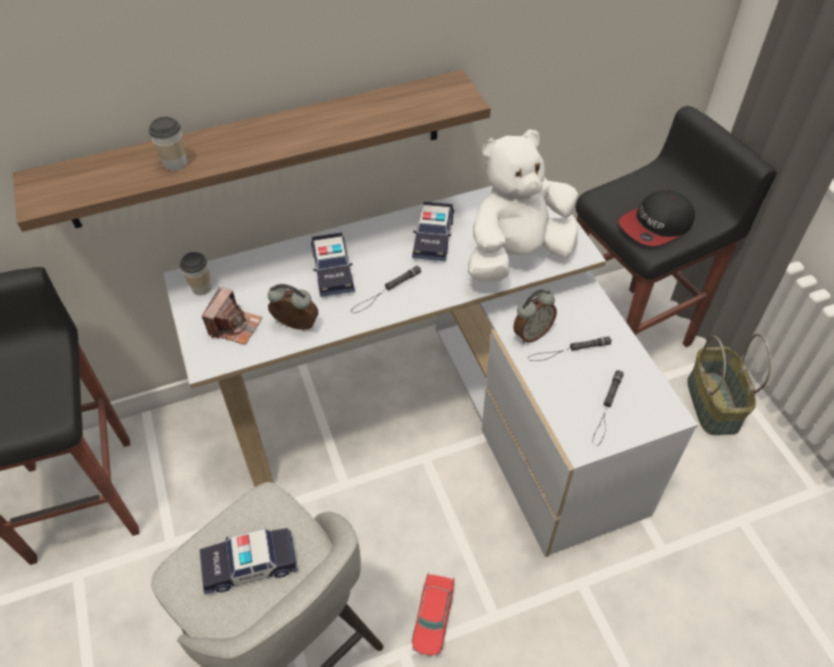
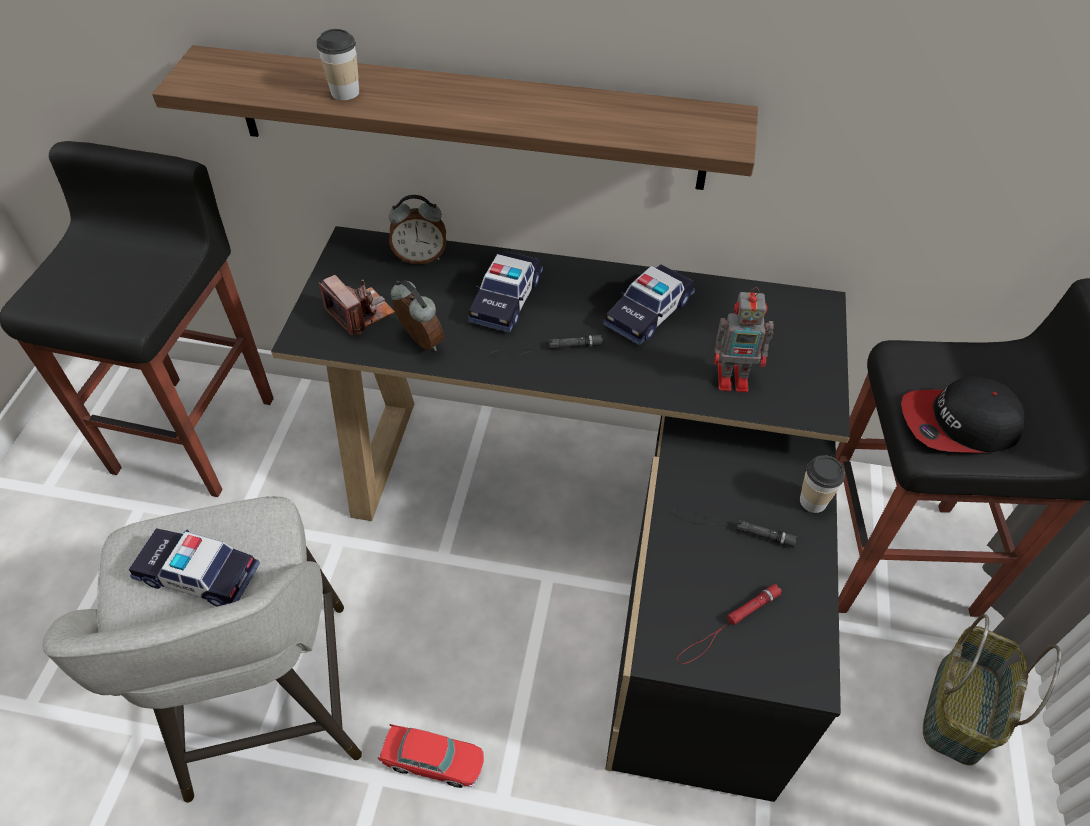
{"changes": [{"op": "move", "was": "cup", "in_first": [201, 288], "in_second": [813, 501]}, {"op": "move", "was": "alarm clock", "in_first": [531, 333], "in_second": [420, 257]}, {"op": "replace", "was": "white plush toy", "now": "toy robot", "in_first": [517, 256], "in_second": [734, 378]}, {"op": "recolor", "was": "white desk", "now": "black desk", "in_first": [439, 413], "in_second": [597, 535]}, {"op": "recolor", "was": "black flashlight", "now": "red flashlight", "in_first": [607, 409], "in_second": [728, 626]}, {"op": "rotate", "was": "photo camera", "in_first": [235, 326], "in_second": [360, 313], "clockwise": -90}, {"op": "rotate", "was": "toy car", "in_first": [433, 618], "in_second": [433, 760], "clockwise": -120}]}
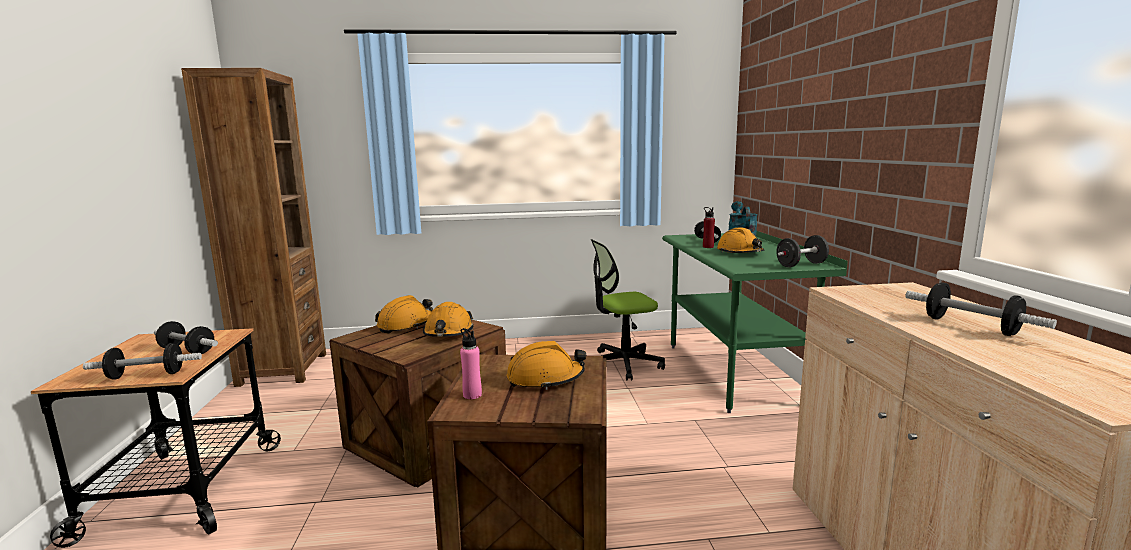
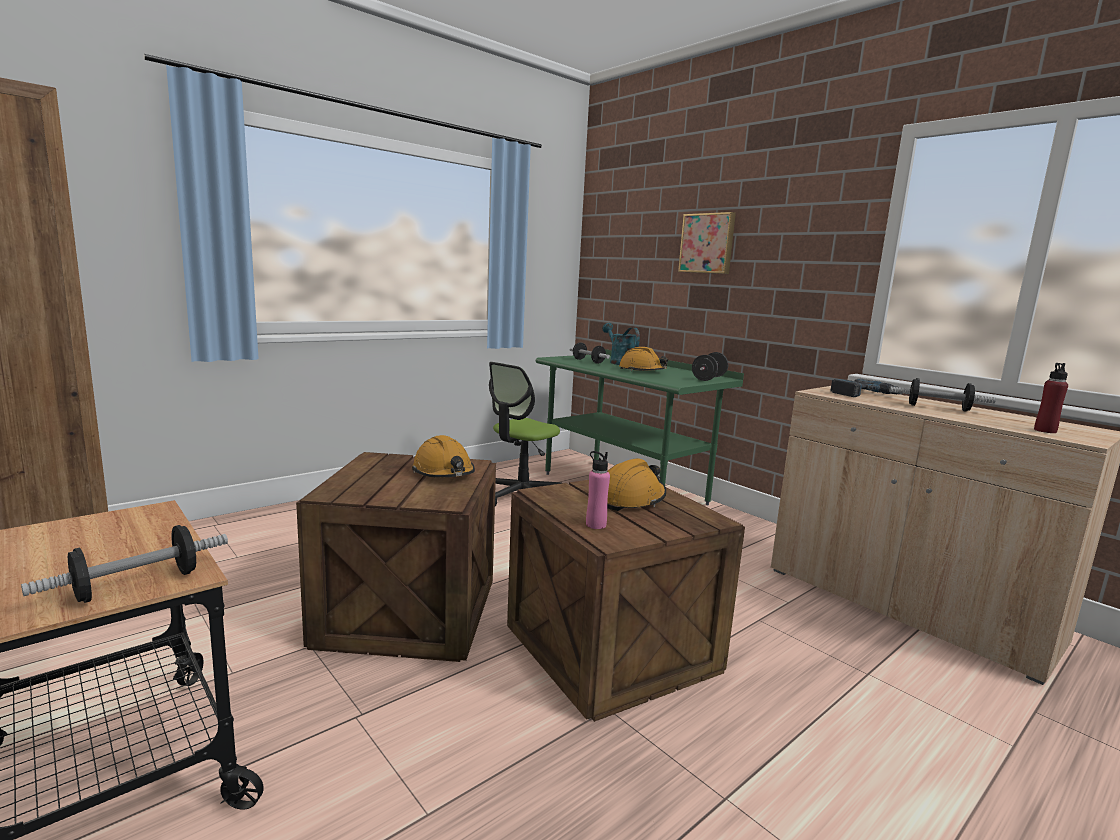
{"changes": [{"op": "delete", "was": "dumbbell", "in_first": [187, 350]}, {"op": "delete", "was": "orange hard hat", "in_first": [406, 325]}, {"op": "insert", "now": "picture", "in_second": [707, 243]}, {"op": "insert", "now": "power drill", "in_second": [864, 394]}, {"op": "move", "was": "red bottle", "in_first": [708, 247], "in_second": [1045, 431]}]}
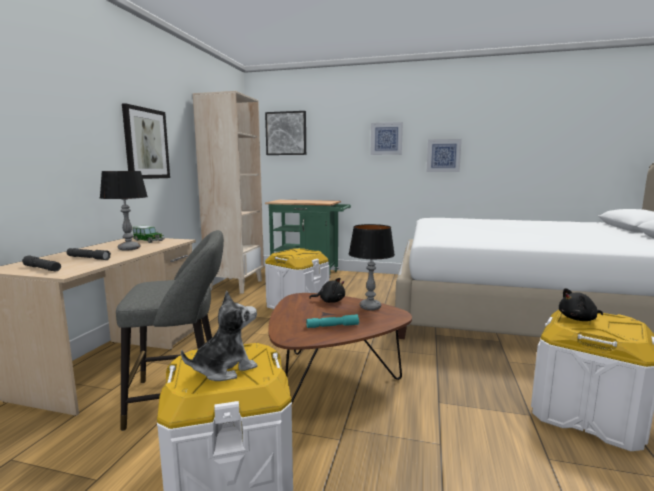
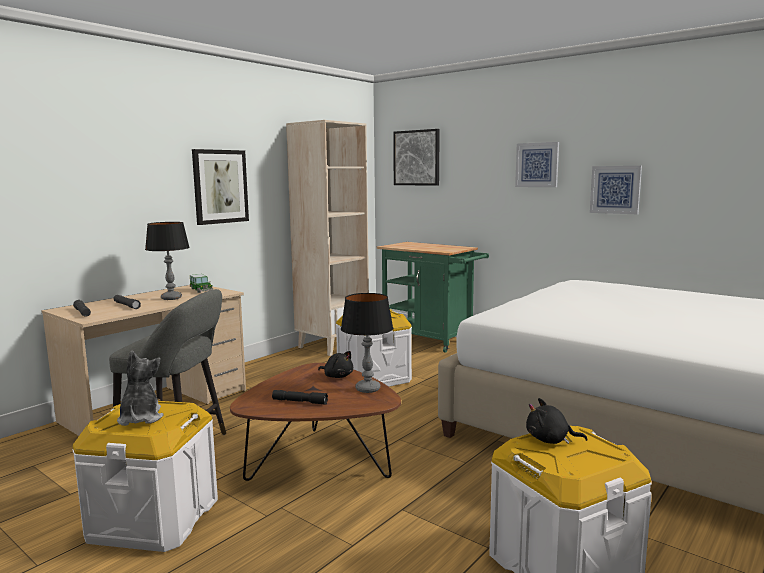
{"changes": [{"op": "recolor", "was": "turquoise flashlight", "now": "black flashlight", "in_first": [332, 326], "in_second": [300, 402]}, {"op": "rotate", "was": "plush toy", "in_first": [224, 368], "in_second": [140, 418], "clockwise": -90}]}
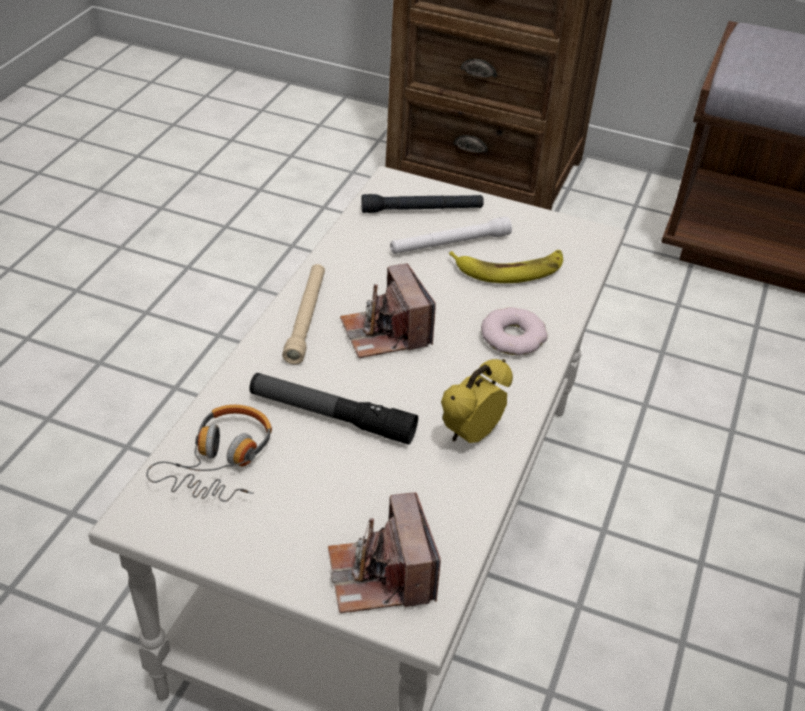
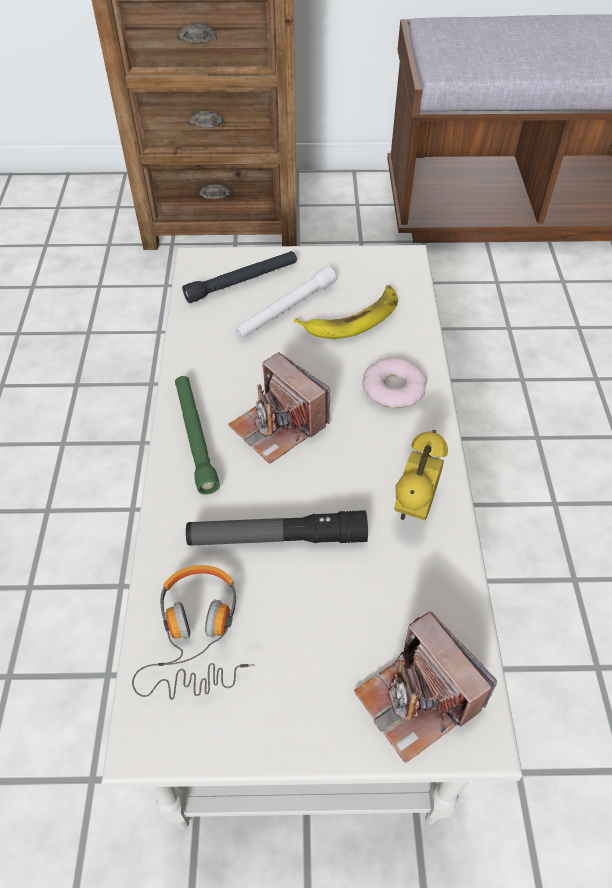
{"changes": [{"op": "recolor", "was": "beige flashlight", "now": "green flashlight", "in_first": [306, 318], "in_second": [195, 437]}]}
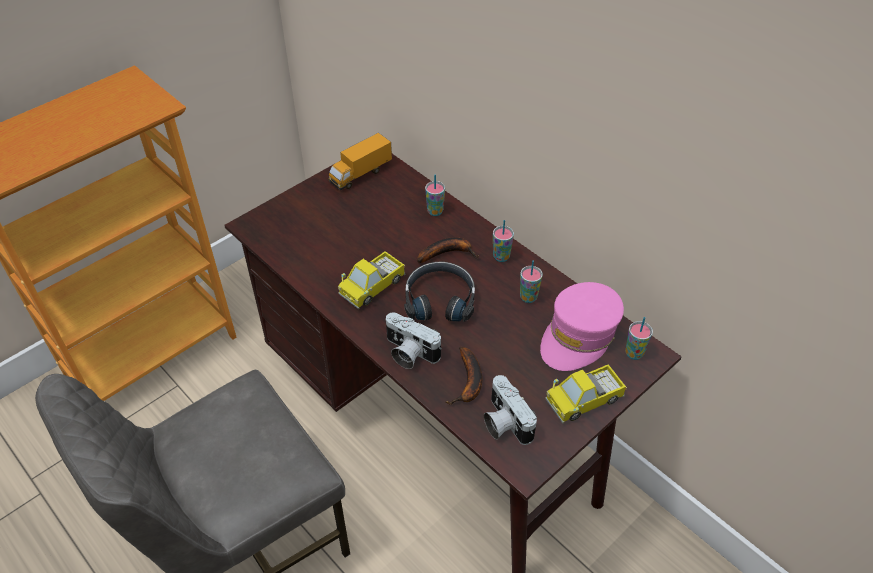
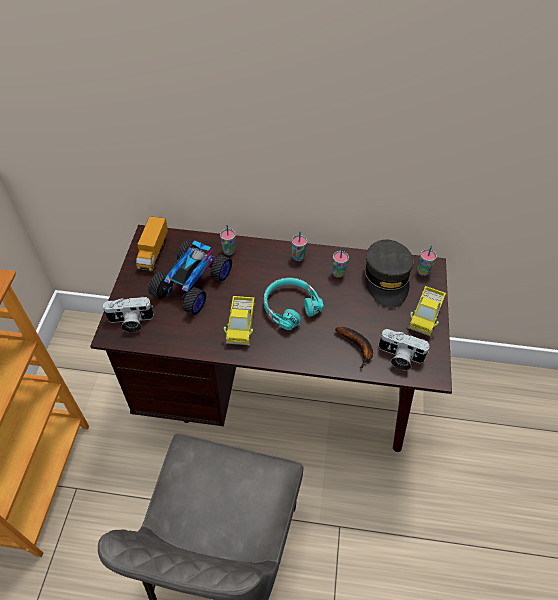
{"changes": [{"op": "delete", "was": "banana", "in_first": [448, 253]}, {"op": "insert", "now": "toy car", "in_second": [191, 284]}, {"op": "move", "was": "photo camera", "in_first": [408, 353], "in_second": [130, 322]}, {"op": "recolor", "was": "black headphones", "now": "turquoise headphones", "in_first": [440, 299], "in_second": [290, 306]}, {"op": "recolor", "was": "pink cap", "now": "grey cap", "in_first": [579, 336], "in_second": [387, 279]}]}
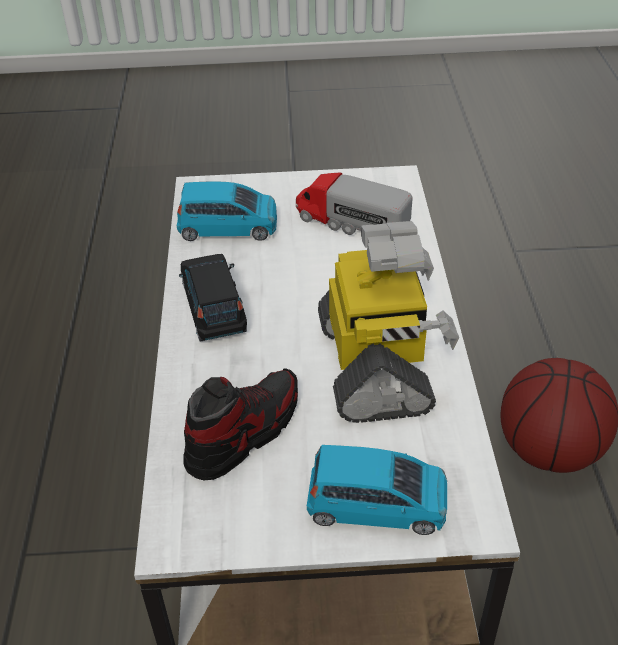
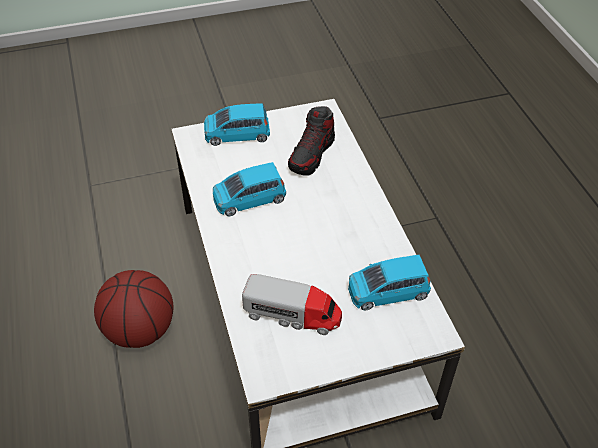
{"changes": [{"op": "delete", "was": "black toy car", "in_first": [214, 308]}, {"op": "replace", "was": "toy robot", "now": "blue toy car", "in_first": [376, 367], "in_second": [249, 199]}]}
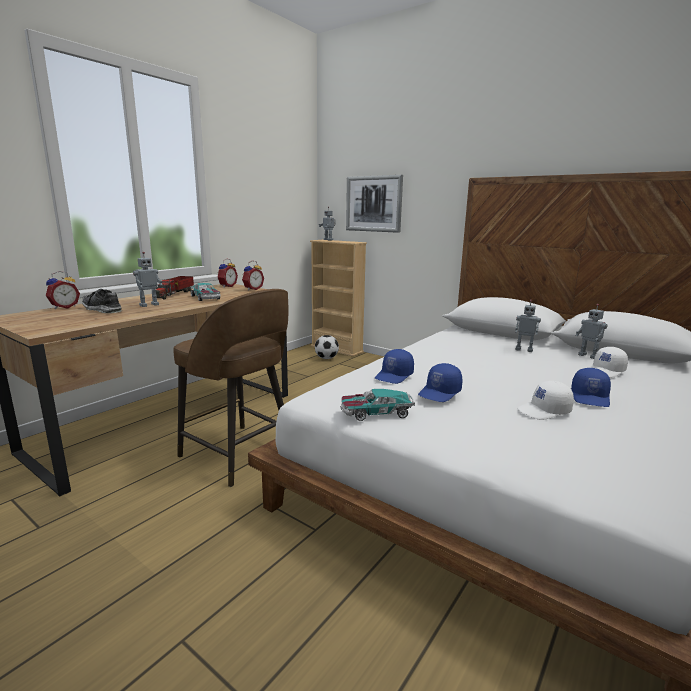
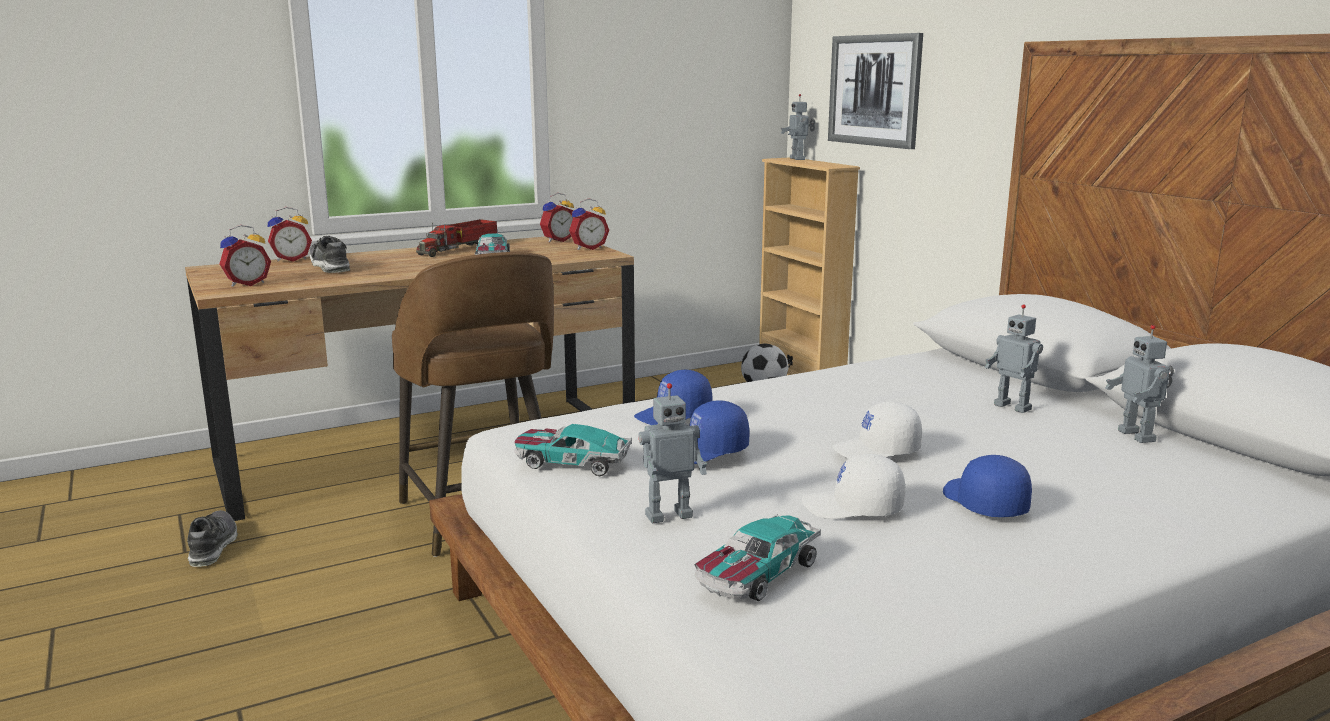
{"changes": [{"op": "insert", "now": "shoe", "in_second": [213, 547]}, {"op": "insert", "now": "alarm clock", "in_second": [247, 284]}, {"op": "insert", "now": "toy car", "in_second": [756, 574]}, {"op": "move", "was": "toy robot", "in_first": [149, 305], "in_second": [668, 515]}, {"op": "move", "was": "white cap", "in_first": [606, 371], "in_second": [877, 451]}, {"op": "rotate", "was": "blue cap", "in_first": [591, 398], "in_second": [983, 503], "clockwise": 120}]}
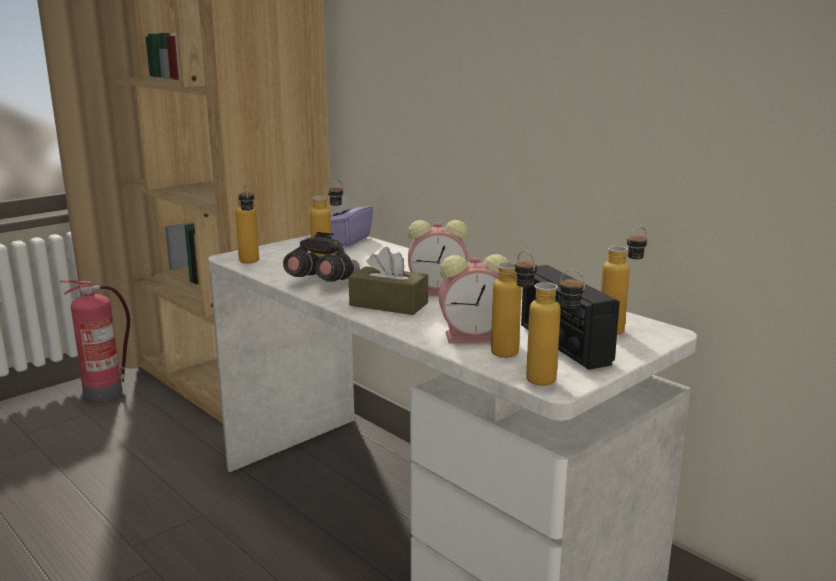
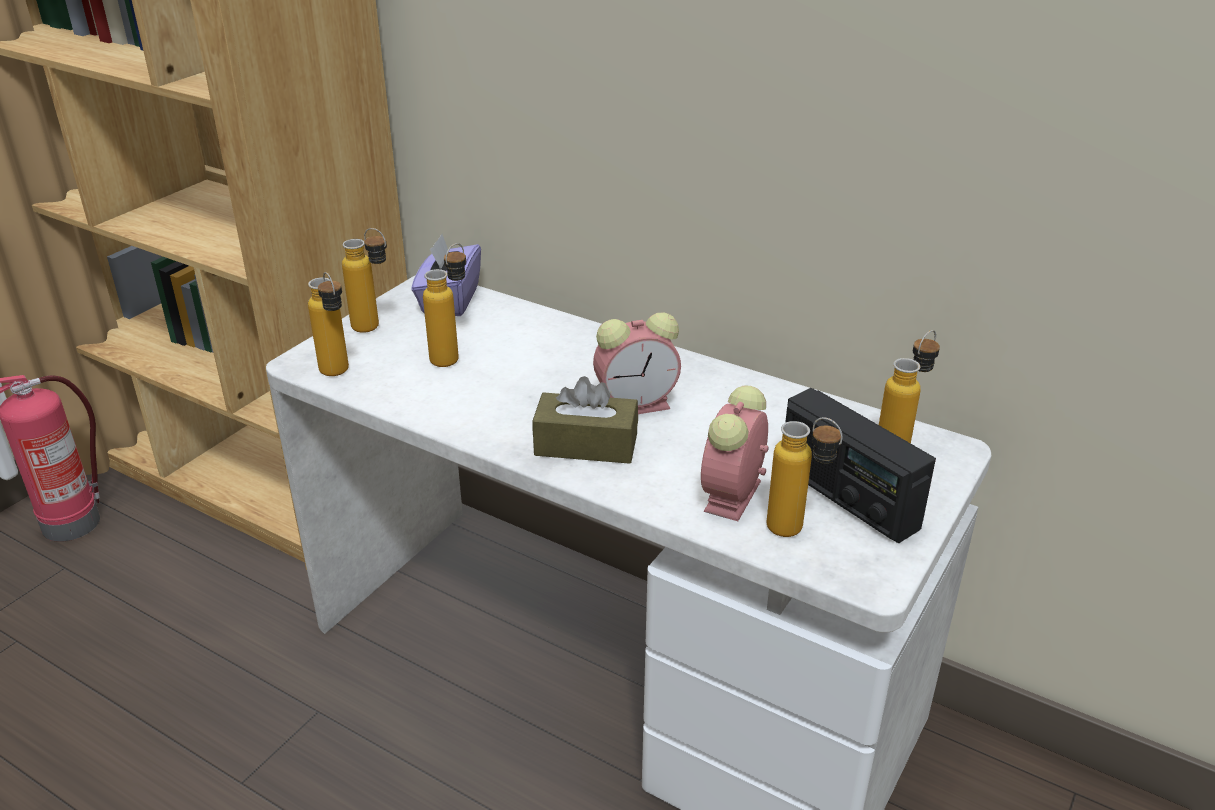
{"changes": [{"op": "delete", "was": "grey binoculars", "in_first": [322, 282]}, {"op": "move", "was": "bottle", "in_first": [552, 383], "in_second": [375, 329]}, {"op": "rotate", "was": "alarm clock", "in_first": [475, 337], "in_second": [732, 498], "clockwise": 135}]}
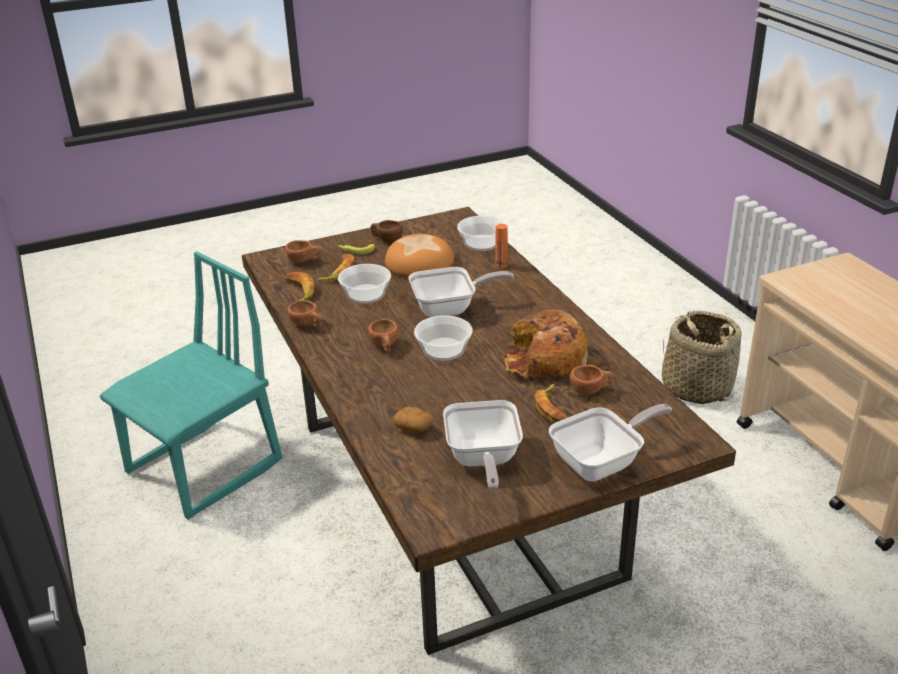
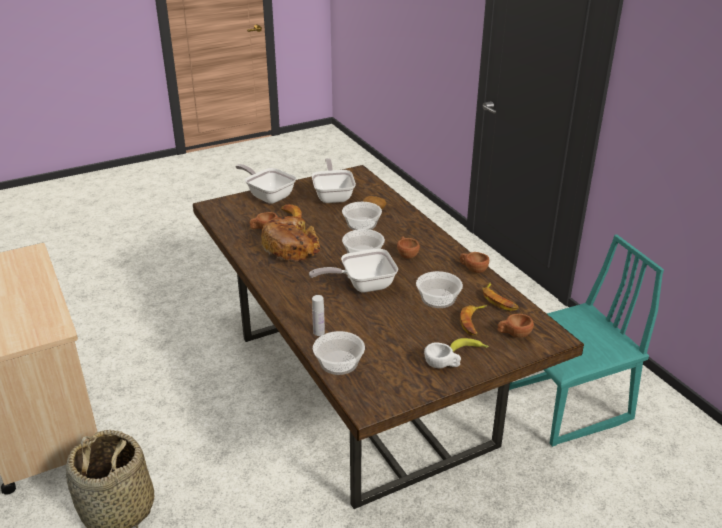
{"changes": [{"op": "delete", "was": "bread", "in_first": [420, 263]}, {"op": "insert", "now": "bowl", "in_second": [361, 224]}, {"op": "recolor", "was": "brown cup", "now": "white cup", "in_first": [386, 240], "in_second": [441, 365]}, {"op": "recolor", "was": "orange bottle", "now": "white bottle", "in_first": [501, 265], "in_second": [319, 332]}, {"op": "rotate", "was": "turquoise chair", "in_first": [205, 468], "in_second": [567, 406], "clockwise": -150}, {"op": "rotate", "was": "frying pan", "in_first": [602, 463], "in_second": [268, 196], "clockwise": 75}]}
